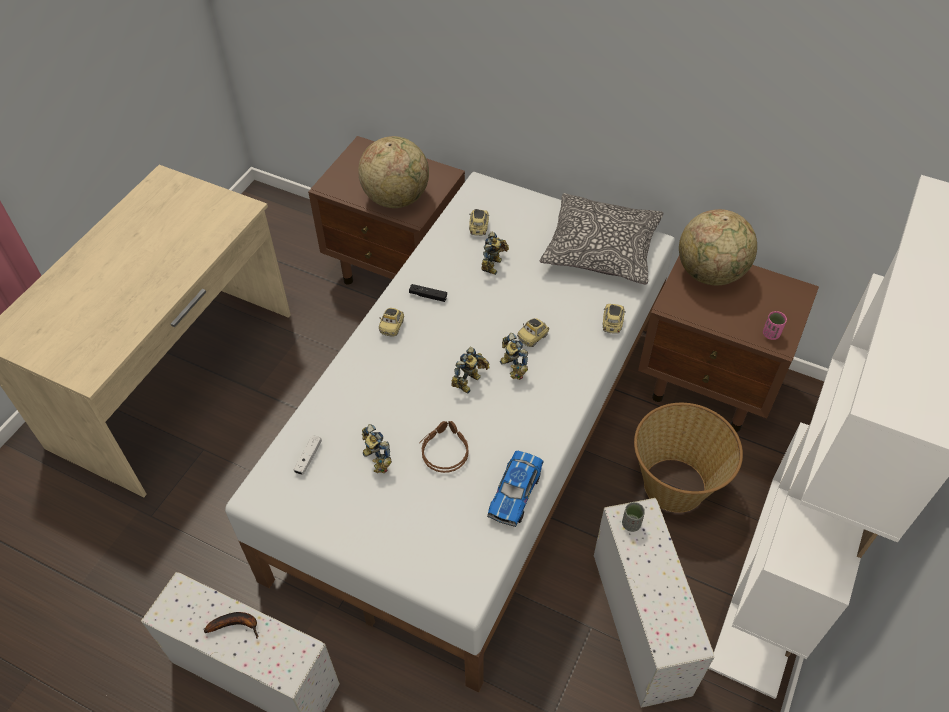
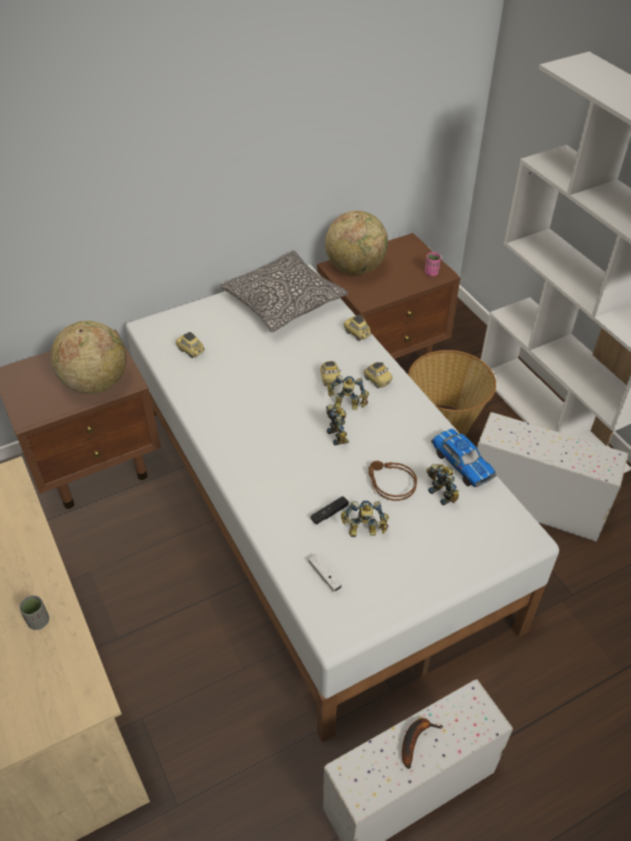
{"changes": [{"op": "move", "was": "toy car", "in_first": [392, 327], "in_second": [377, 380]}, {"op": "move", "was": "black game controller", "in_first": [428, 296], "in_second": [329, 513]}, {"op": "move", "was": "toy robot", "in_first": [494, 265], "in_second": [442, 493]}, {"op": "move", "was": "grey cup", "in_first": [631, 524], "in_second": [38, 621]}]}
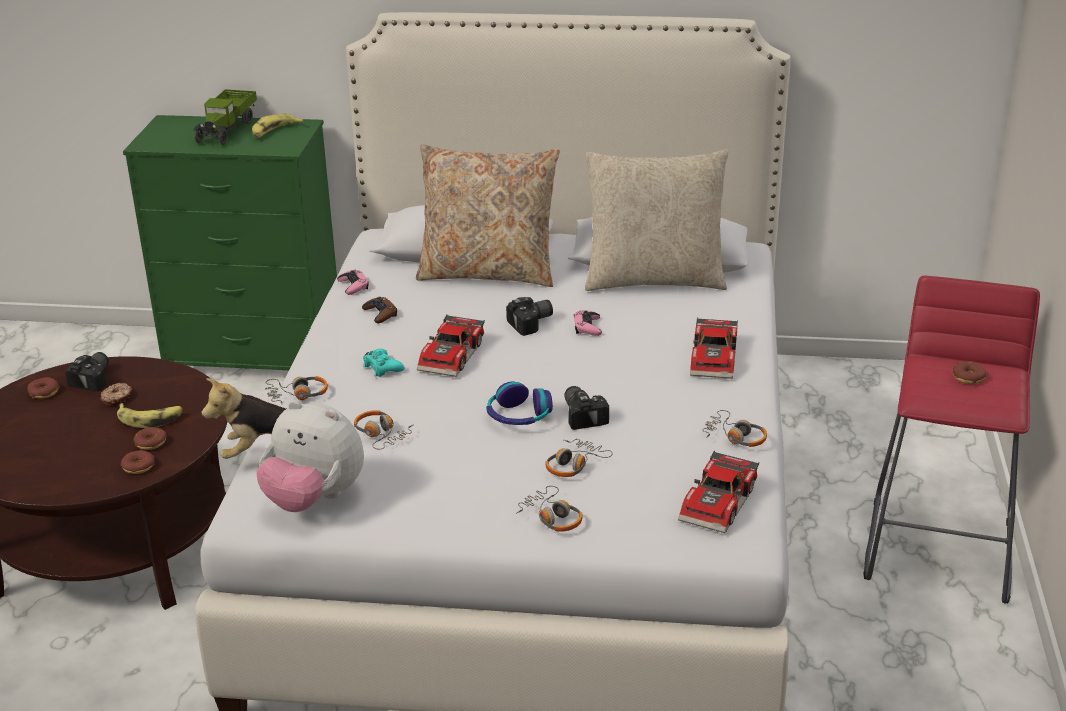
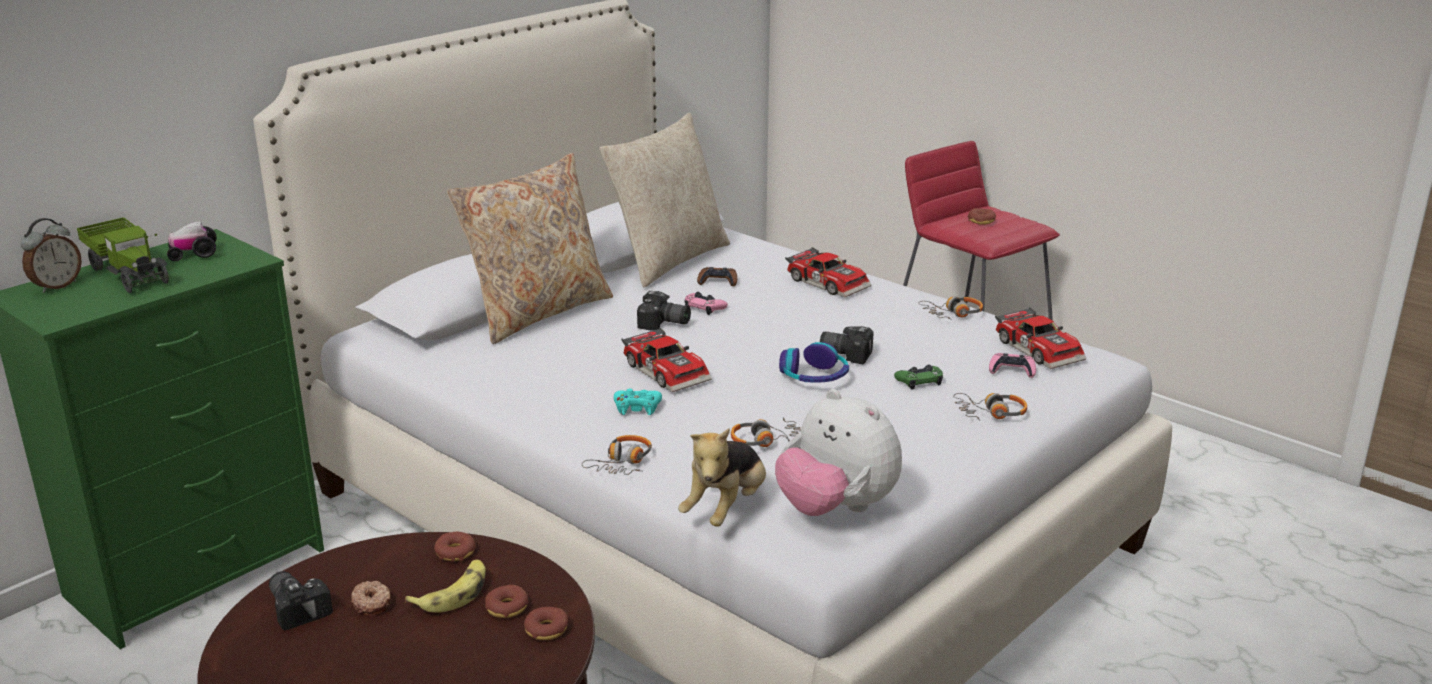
{"changes": [{"op": "insert", "now": "alarm clock", "in_second": [56, 286]}, {"op": "move", "was": "donut", "in_first": [44, 392], "in_second": [455, 552]}, {"op": "move", "was": "pink game controller", "in_first": [353, 286], "in_second": [1012, 370]}, {"op": "move", "was": "brown game controller", "in_first": [380, 314], "in_second": [717, 281]}, {"op": "replace", "was": "banana", "now": "toy car", "in_first": [274, 132], "in_second": [193, 254]}, {"op": "replace", "was": "headphones", "now": "green game controller", "in_first": [574, 465], "in_second": [919, 381]}, {"op": "rotate", "was": "plush toy", "in_first": [314, 499], "in_second": [836, 508], "clockwise": 75}, {"op": "rotate", "was": "photo camera", "in_first": [532, 324], "in_second": [663, 324], "clockwise": 105}]}
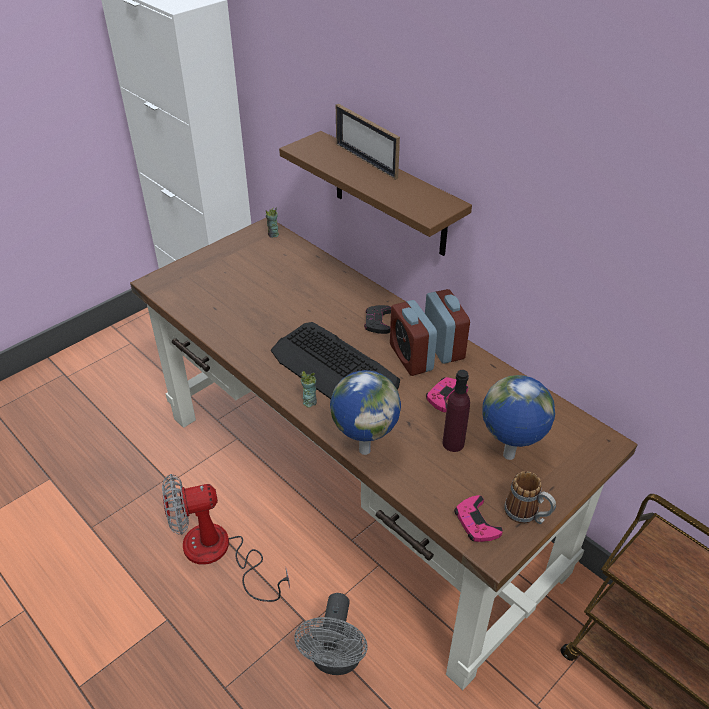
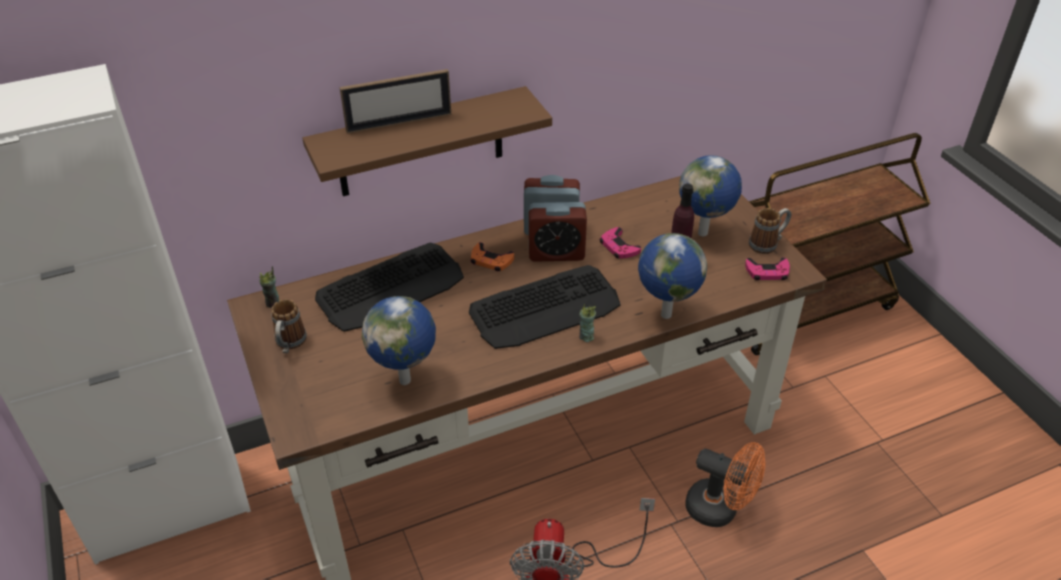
{"changes": [{"op": "insert", "now": "mug", "in_second": [289, 344]}, {"op": "insert", "now": "keyboard", "in_second": [391, 288]}, {"op": "insert", "now": "globe", "in_second": [406, 380]}, {"op": "recolor", "was": "grey fan", "now": "orange fan", "in_first": [335, 660], "in_second": [720, 509]}, {"op": "recolor", "was": "black game controller", "now": "orange game controller", "in_first": [378, 322], "in_second": [491, 260]}]}
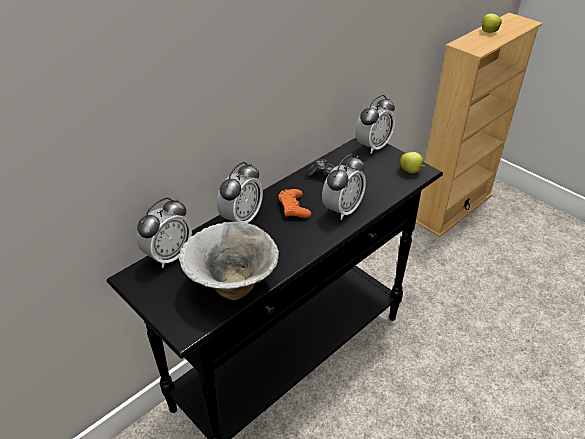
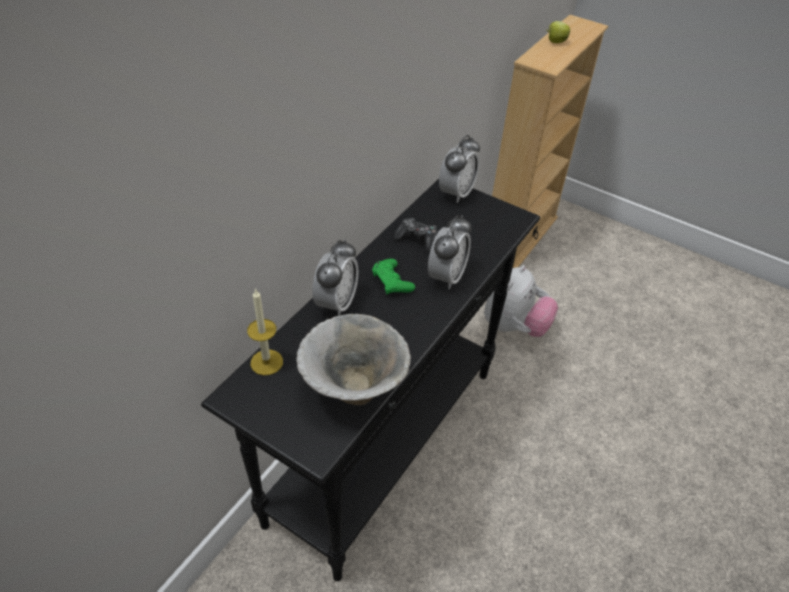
{"changes": [{"op": "delete", "was": "apple", "in_first": [411, 171]}, {"op": "insert", "now": "plush toy", "in_second": [514, 327]}, {"op": "replace", "was": "alarm clock", "now": "candle", "in_first": [168, 255], "in_second": [266, 362]}, {"op": "recolor", "was": "orange game controller", "now": "green game controller", "in_first": [294, 208], "in_second": [392, 281]}]}
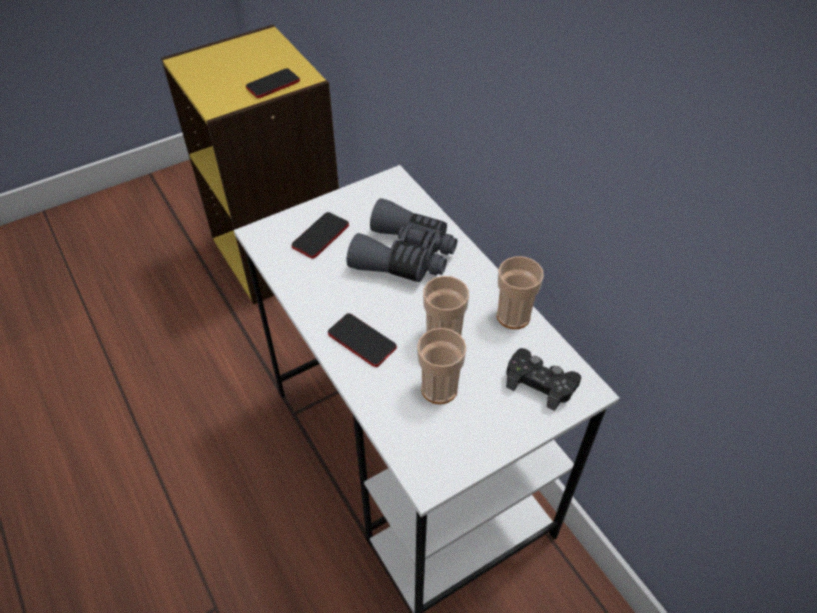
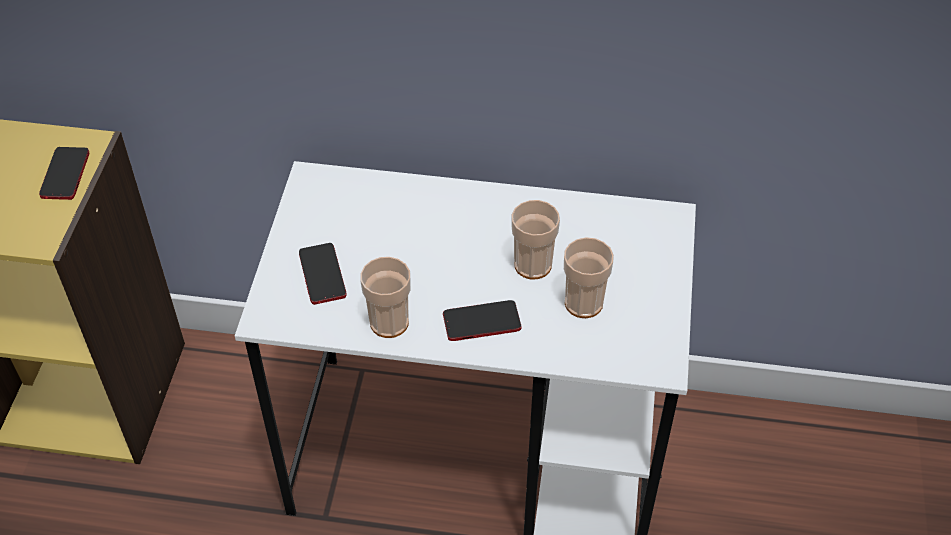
{"changes": [{"op": "delete", "was": "grey binoculars", "in_first": [405, 255]}, {"op": "delete", "was": "black game controller", "in_first": [540, 383]}, {"op": "move", "was": "cup", "in_first": [513, 316], "in_second": [389, 322]}]}
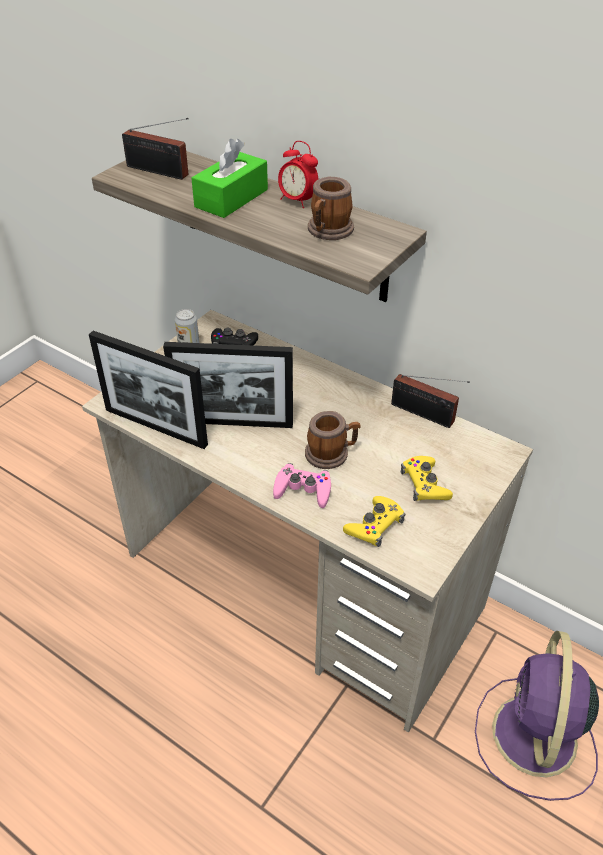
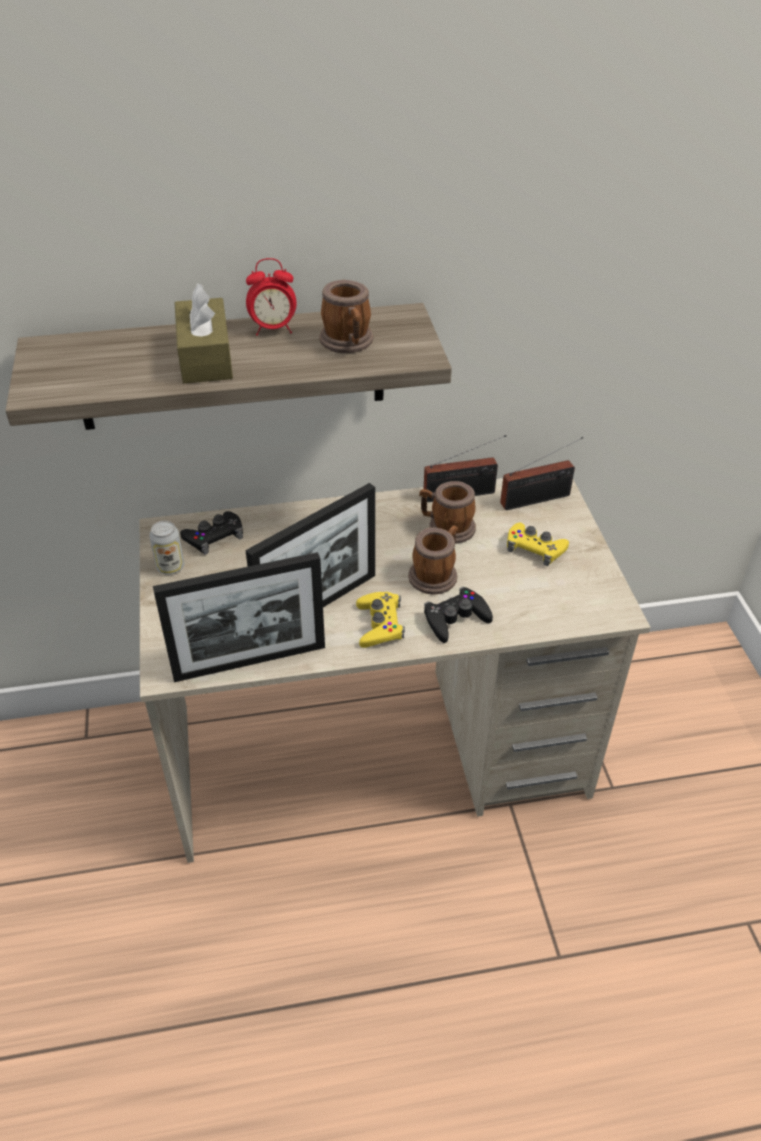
{"changes": [{"op": "delete", "was": "purple fan", "in_first": [534, 739]}, {"op": "insert", "now": "mug", "in_second": [446, 528]}, {"op": "move", "was": "radio", "in_first": [160, 172], "in_second": [539, 499]}, {"op": "move", "was": "yellow game controller", "in_first": [374, 525], "in_second": [380, 624]}, {"op": "recolor", "was": "green tissue box", "now": "brown tissue box", "in_first": [231, 198], "in_second": [205, 357]}, {"op": "recolor", "was": "pink game controller", "now": "black game controller", "in_first": [303, 490], "in_second": [455, 619]}]}
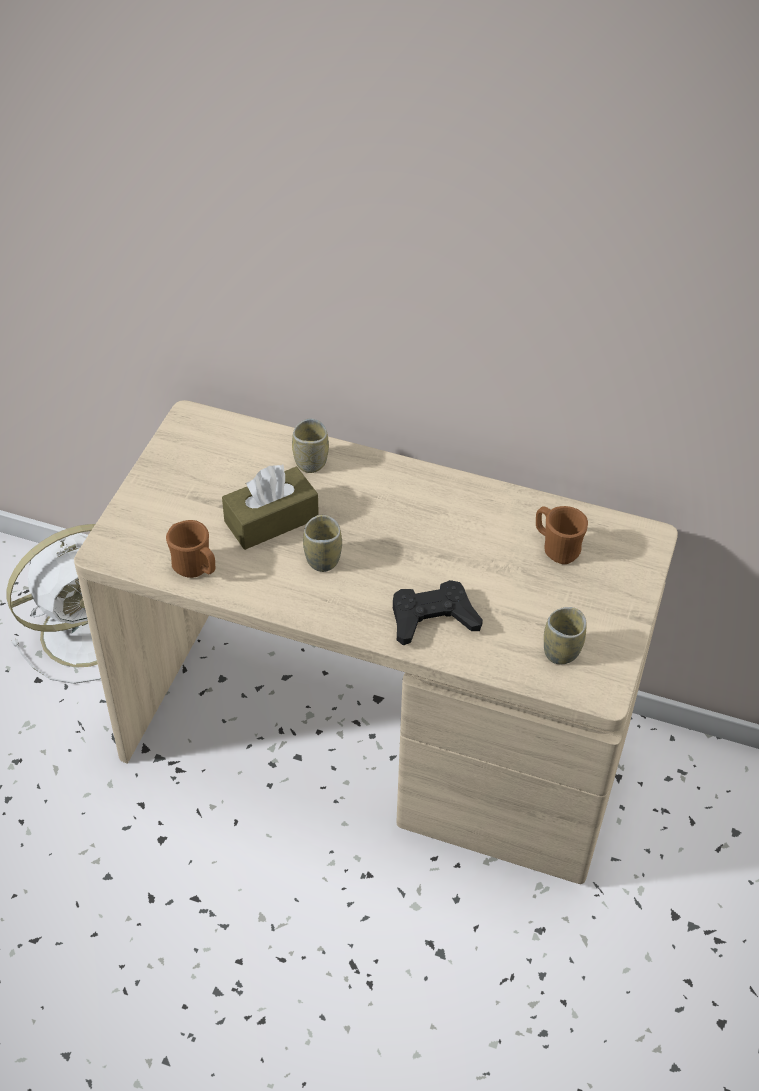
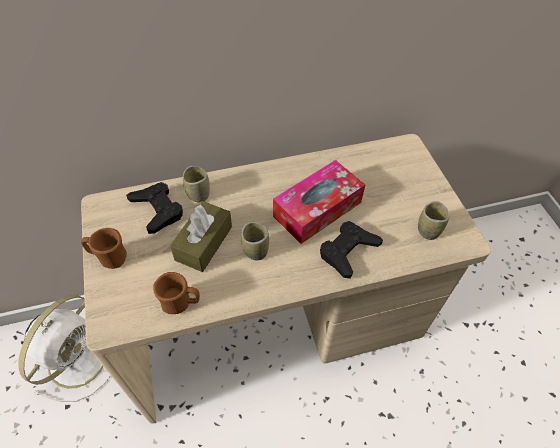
{"changes": [{"op": "insert", "now": "black game controller", "in_second": [157, 210]}, {"op": "insert", "now": "tissue box", "in_second": [317, 209]}, {"op": "move", "was": "brown mug", "in_first": [556, 548], "in_second": [109, 258]}]}
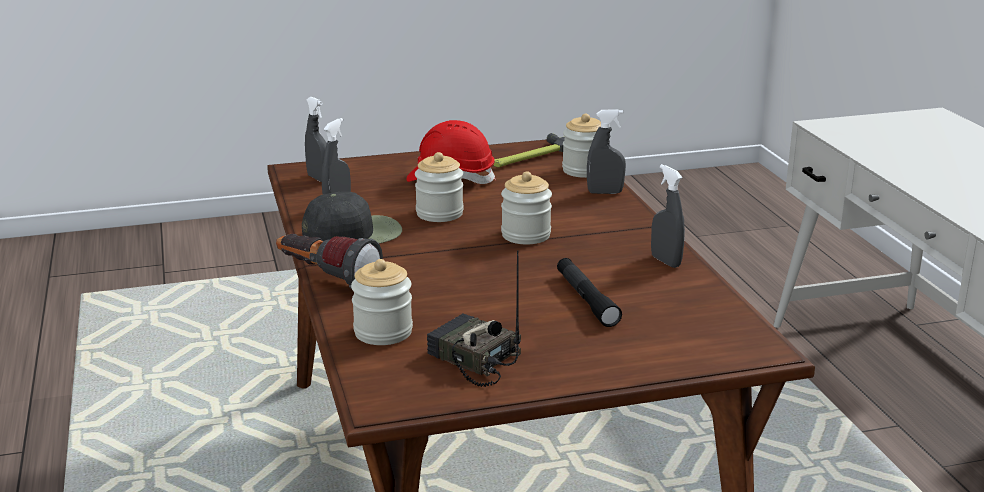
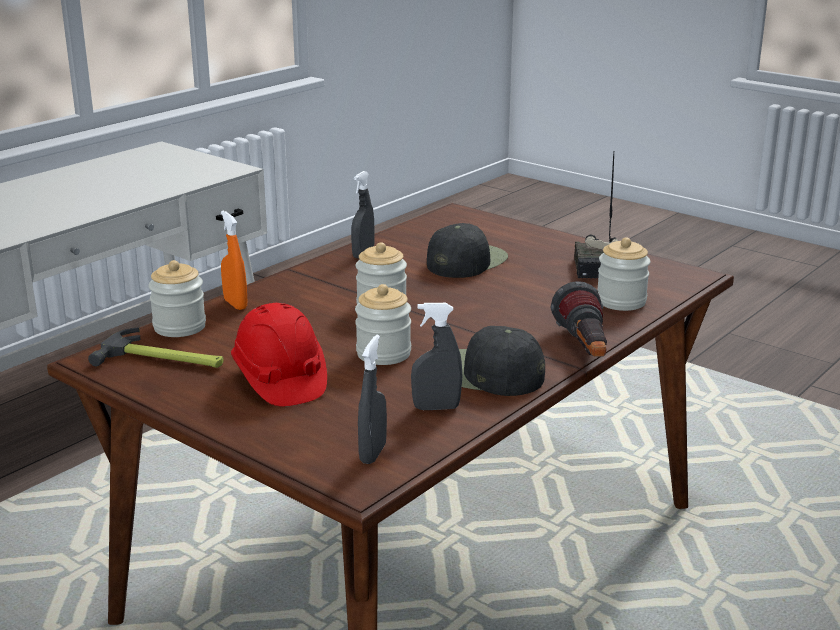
{"changes": [{"op": "replace", "was": "black flashlight", "now": "black cap", "in_first": [586, 299], "in_second": [466, 261]}, {"op": "recolor", "was": "grey spray bottle", "now": "orange spray bottle", "in_first": [605, 192], "in_second": [235, 304]}]}
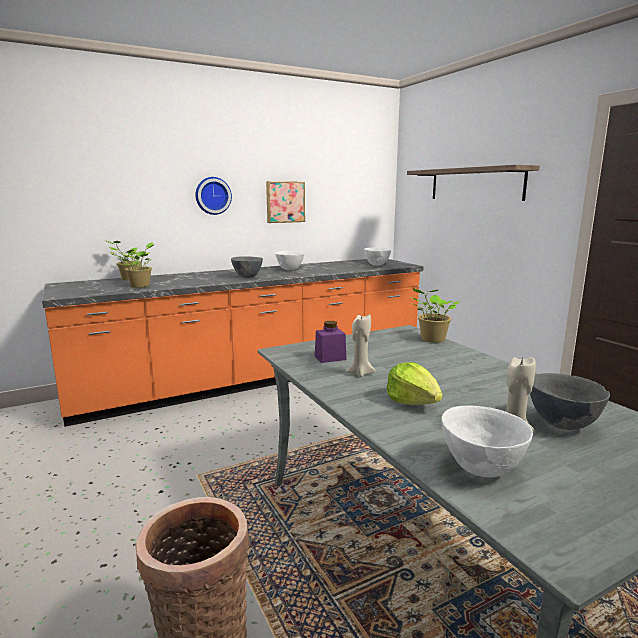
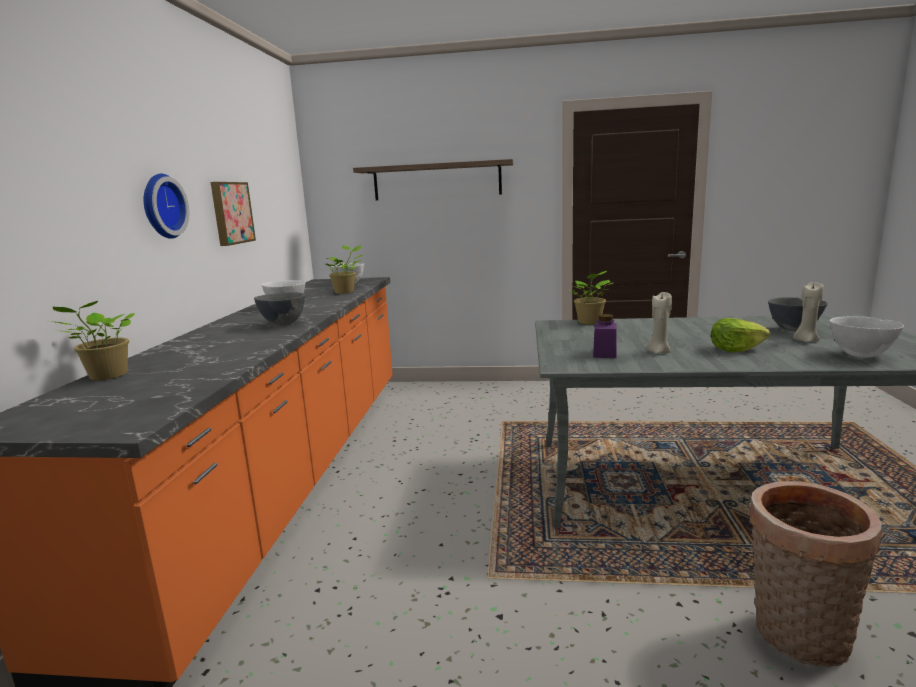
{"changes": [{"op": "move", "was": "potted plant", "in_first": [141, 286], "in_second": [345, 292]}]}
